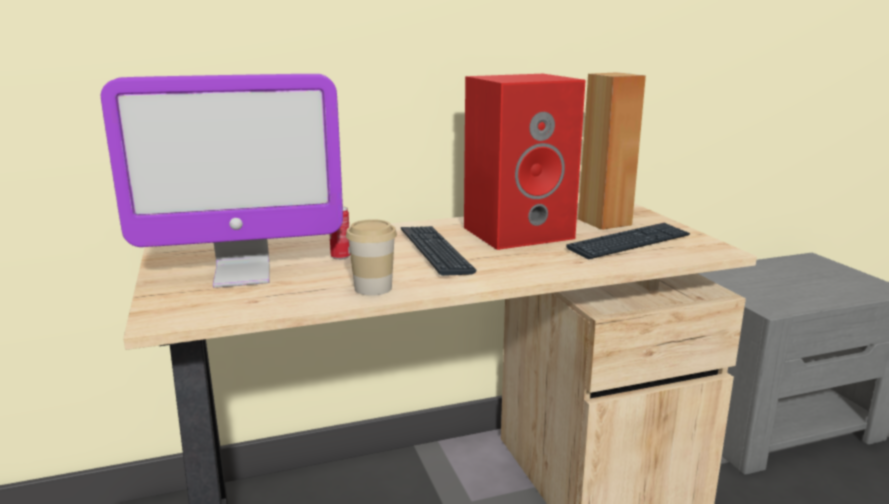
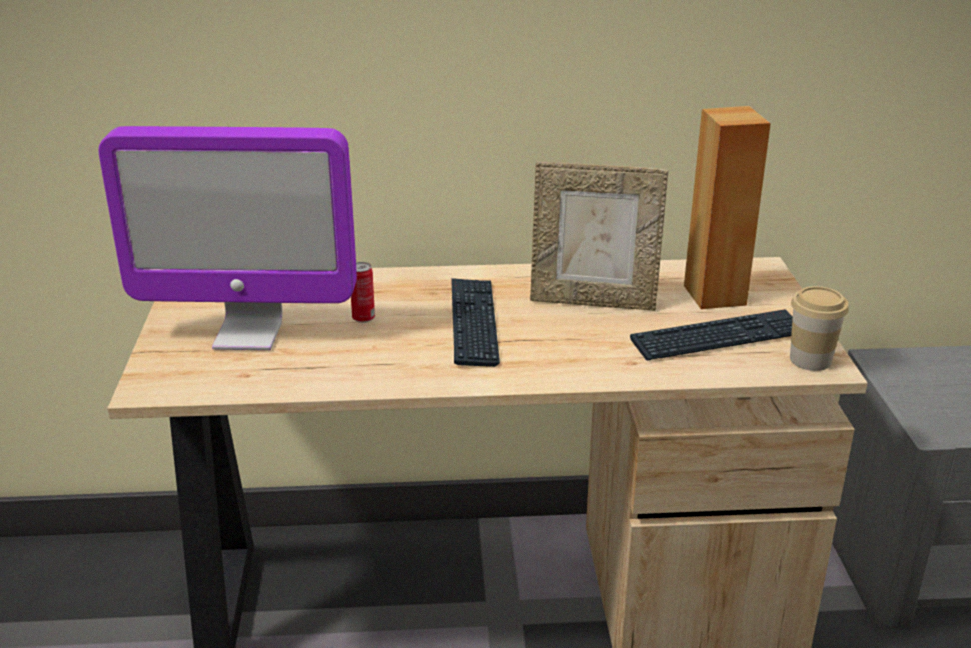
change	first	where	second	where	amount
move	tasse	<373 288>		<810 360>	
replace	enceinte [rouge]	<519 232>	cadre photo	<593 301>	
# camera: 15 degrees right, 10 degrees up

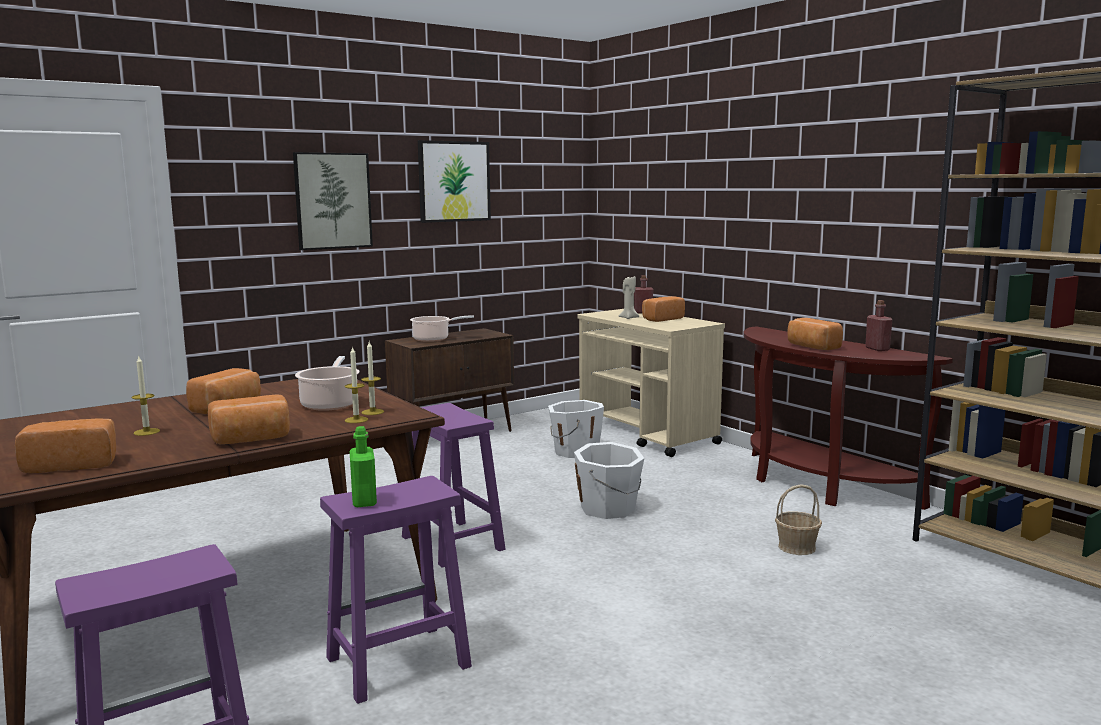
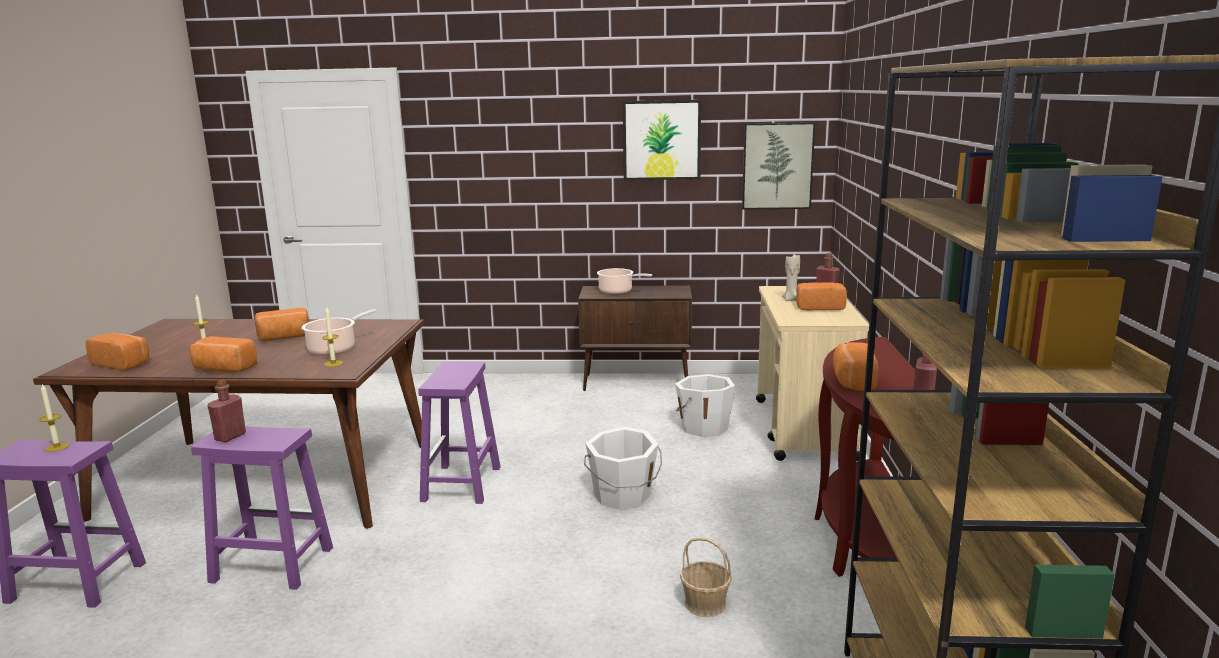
change	first	where	second	where	amount
move	tableau	<332 201>		<777 166>	
move	bougie	<356 420>		<57 447>	
recolor	bouteille [vert]	<364 501>	bouteille [rouge]	<230 436>	
# camera: 40 degrees right, 5 degrees up

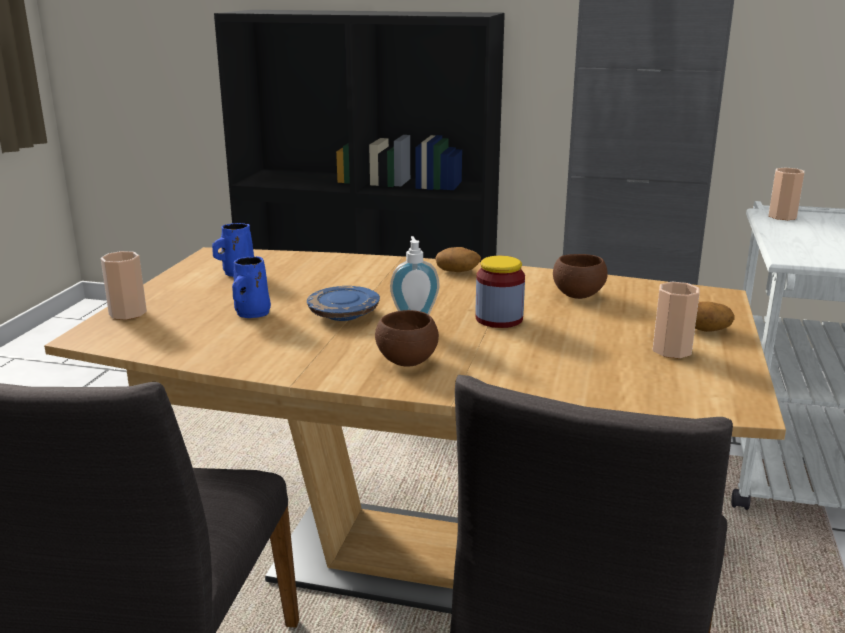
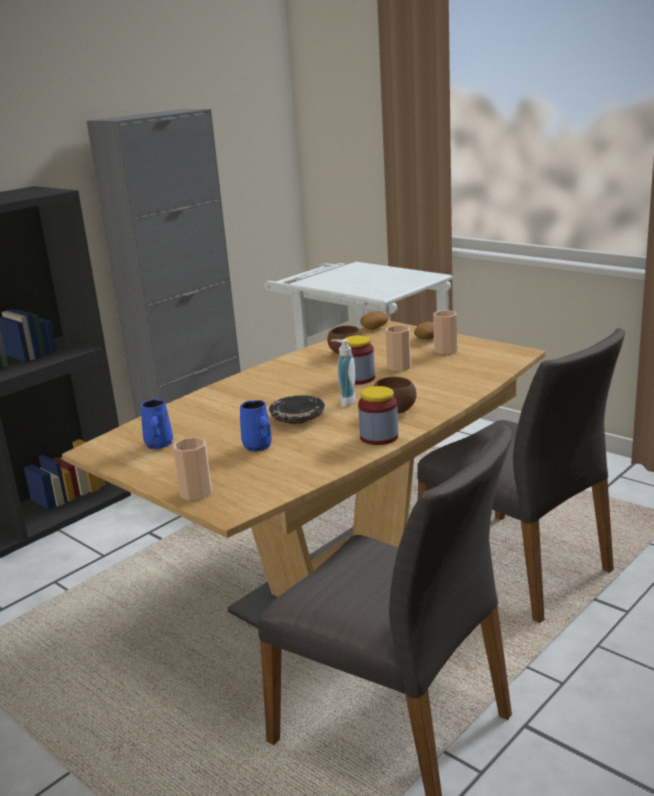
change	first	where	second	where	amount
recolor	assiette [bleu]	<344 314>	assiette [noir]	<298 418>	
move	pomme de terre	<458 271>		<374 328>	
move	tasse	<782 216>		<399 367>	
insert			bocal	<379 437>	
# camera: 60 degrees left, 0 degrees up

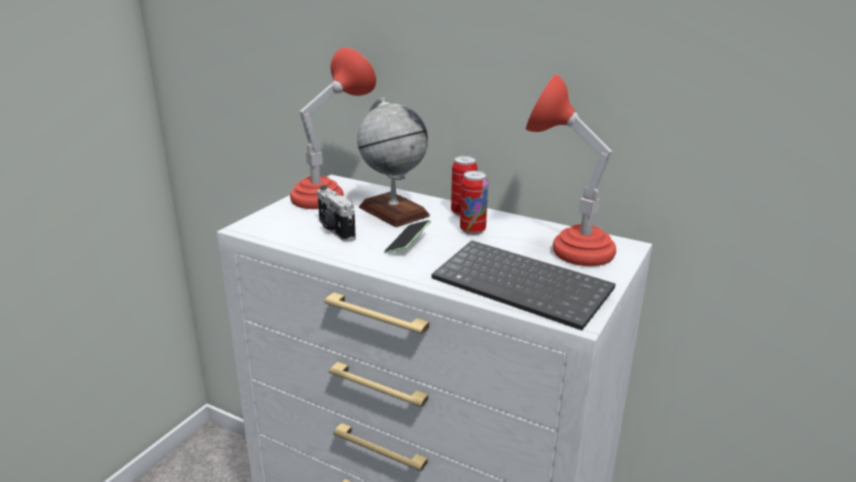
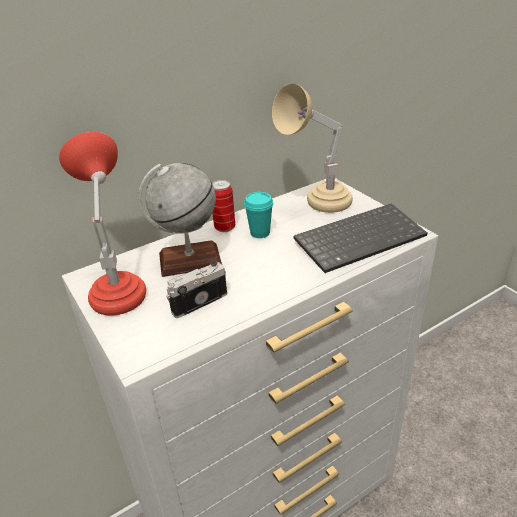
change	first	where	second	where	amount
rotate	appareil photo	<335 230>		<198 302>	150 degrees clockwise
delete	téléphone	<407 244>			
replace	boîte métallique	<472 230>	tasse [turquoise]	<260 233>	
recolor	lampe de table [rouge]	<566 248>	lampe de table [beige]	<317 205>	
# camera: 60 degrees left, 10 degrees up

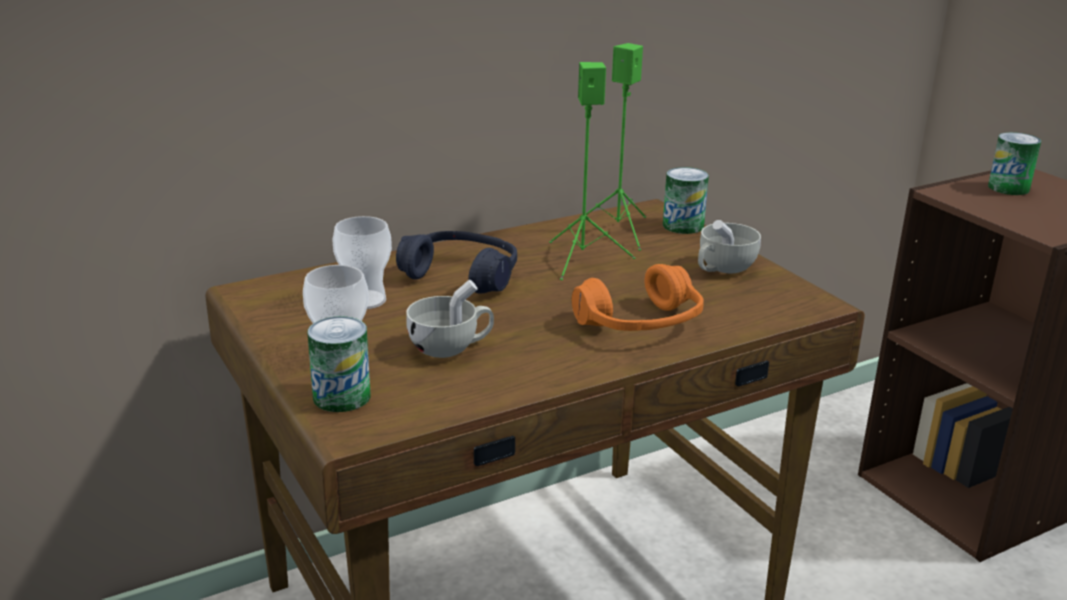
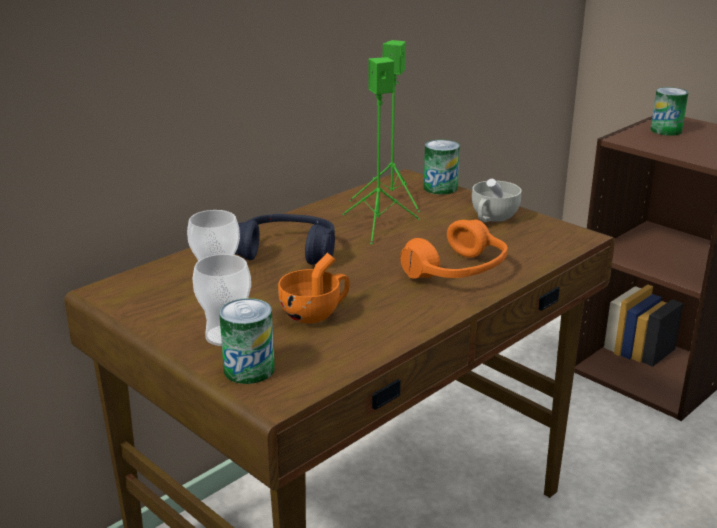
change	first	where	second	where	amount
recolor	tasse [blanc]	<451 347>	tasse [orange]	<316 313>	
# camera: 15 degrees left, 0 degrees up

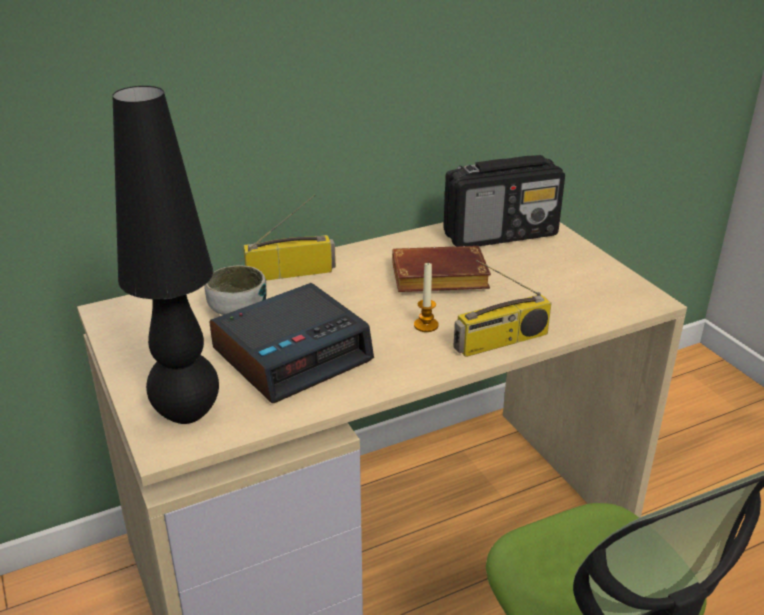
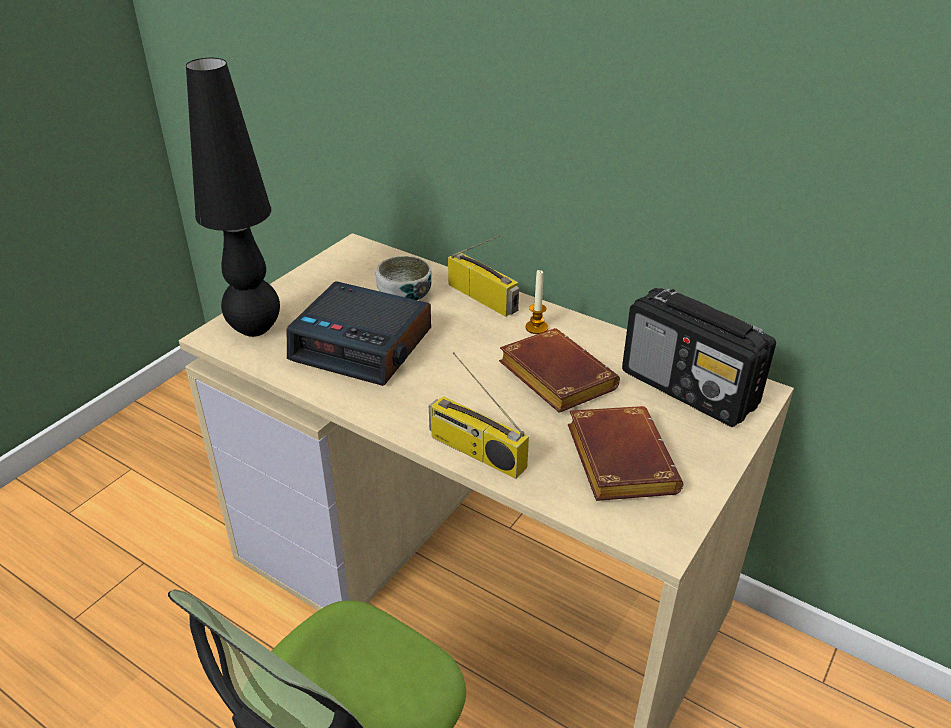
change	first	where	second	where	amount
move	bougie	<426 325>		<536 327>	
insert			livre [marron]	<616 459>	
# camera: 60 degrees right, 5 degrees up

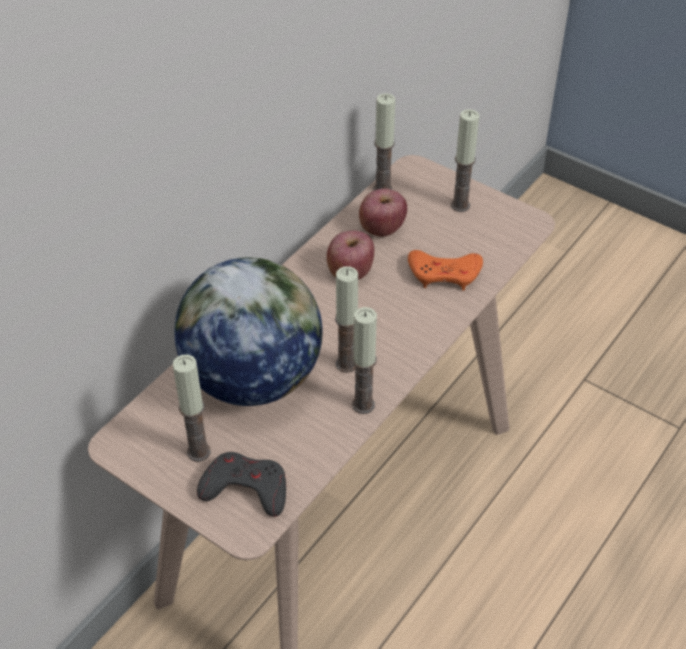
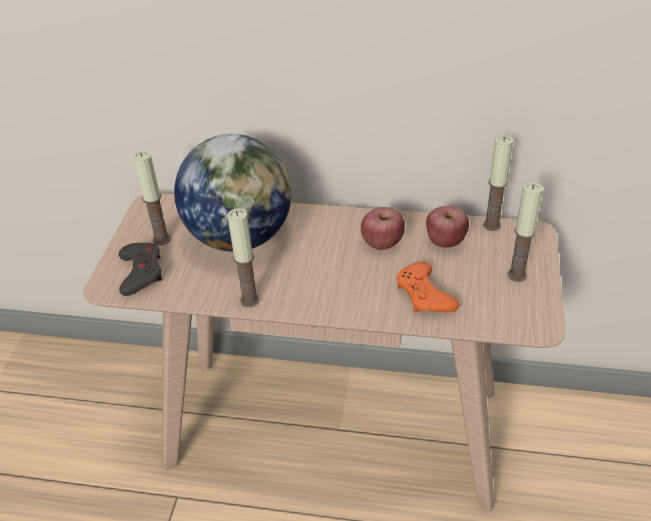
change	first	where	second	where	amount
delete	bougie	<346 364>			
# camera: 65 degrees right, 5 degrees down

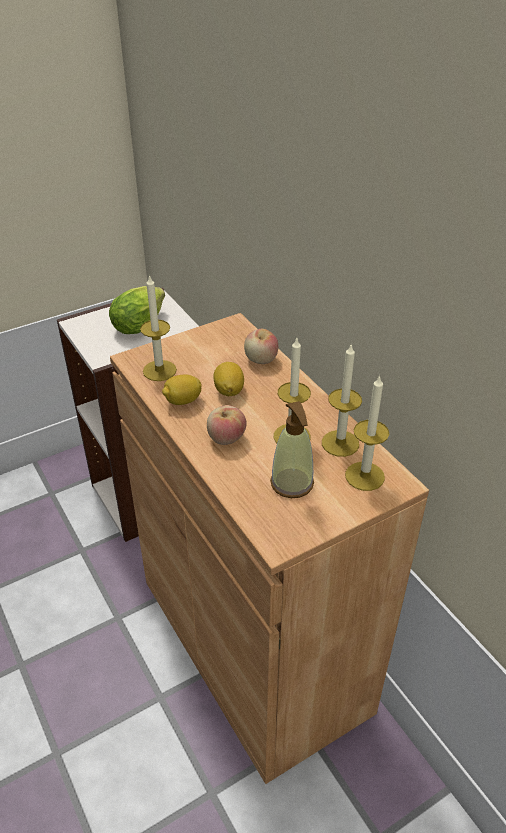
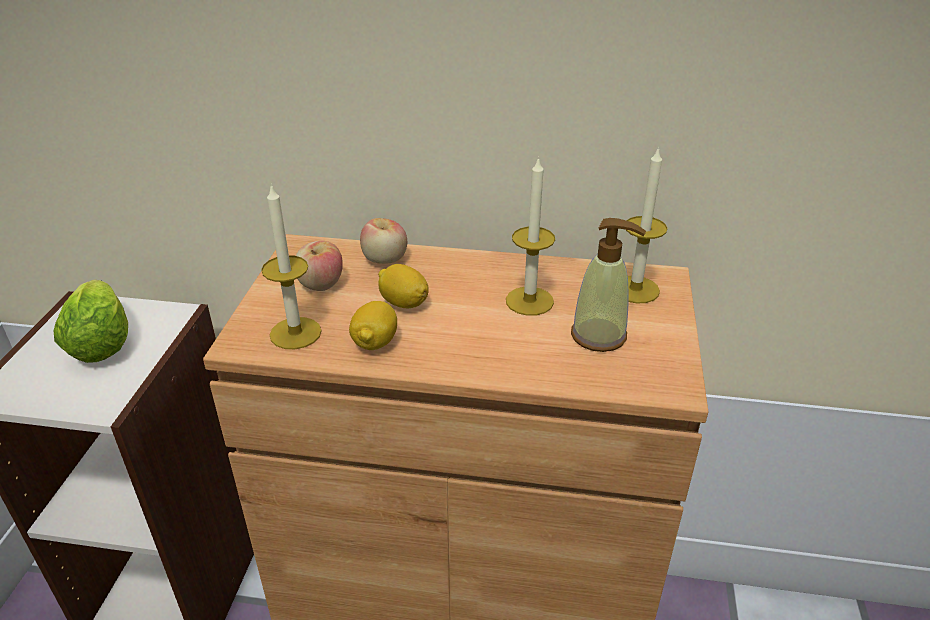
change	first	where	second	where	amount
move	pomme	<226 438>		<320 284>	
delete	bougie	<340 443>			
# camera: 50 degrees left, 5 degrees down

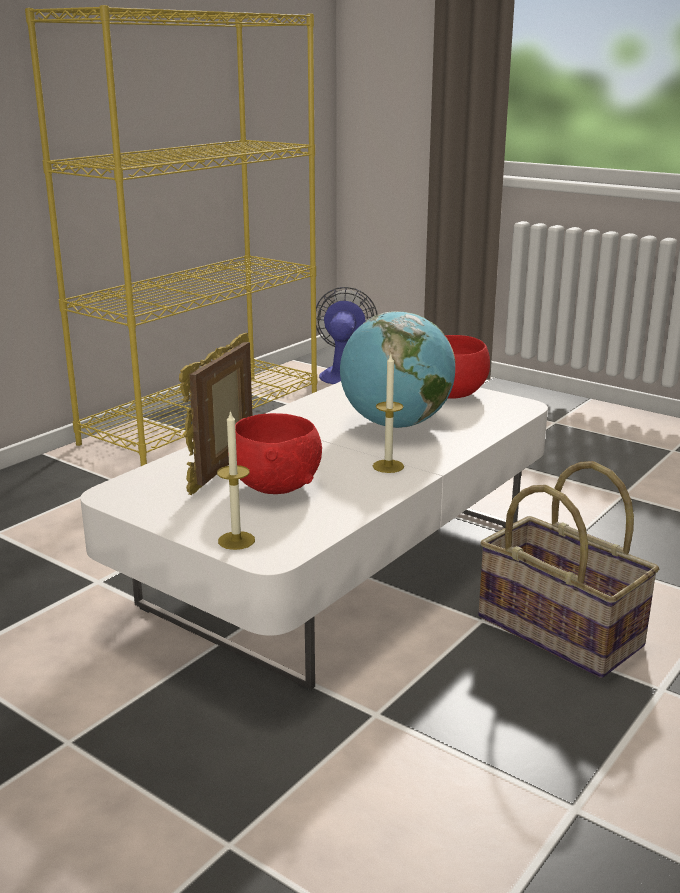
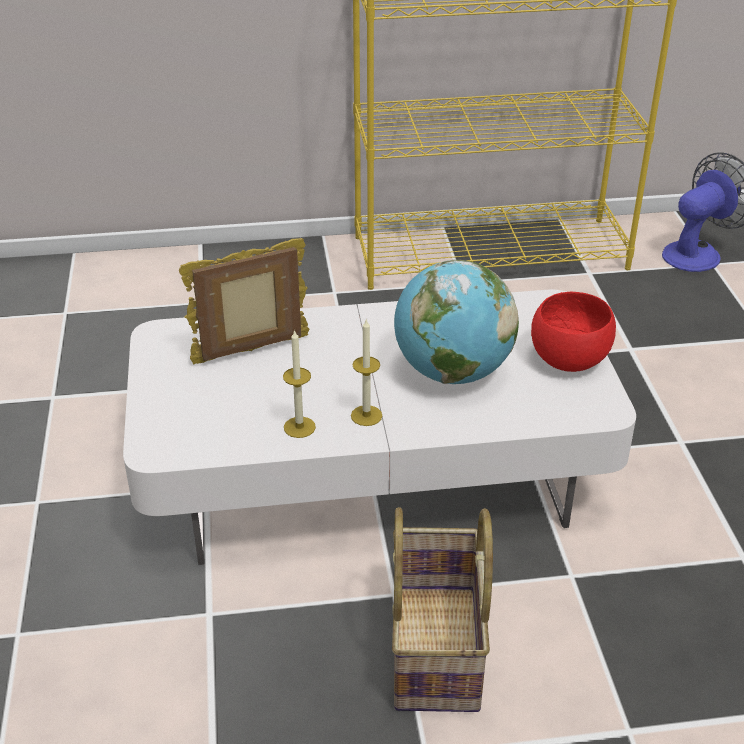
change	first	where	second	where	amount
move	bougie	<236 540>		<299 427>	
delete	bol [rouge]	<276 486>			
# camera: 45 degrees right, 15 degrees up

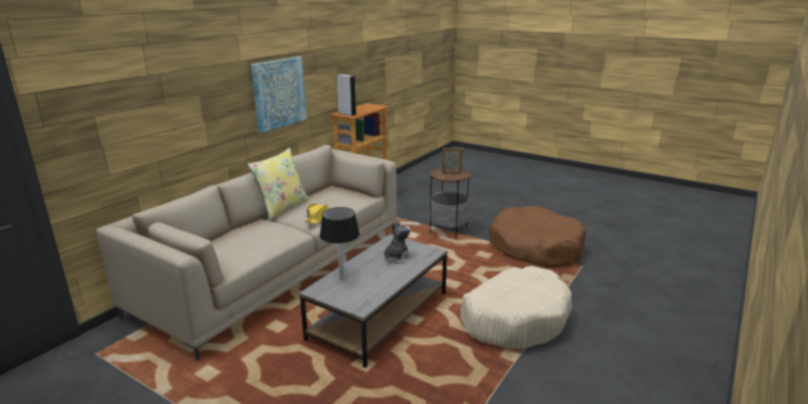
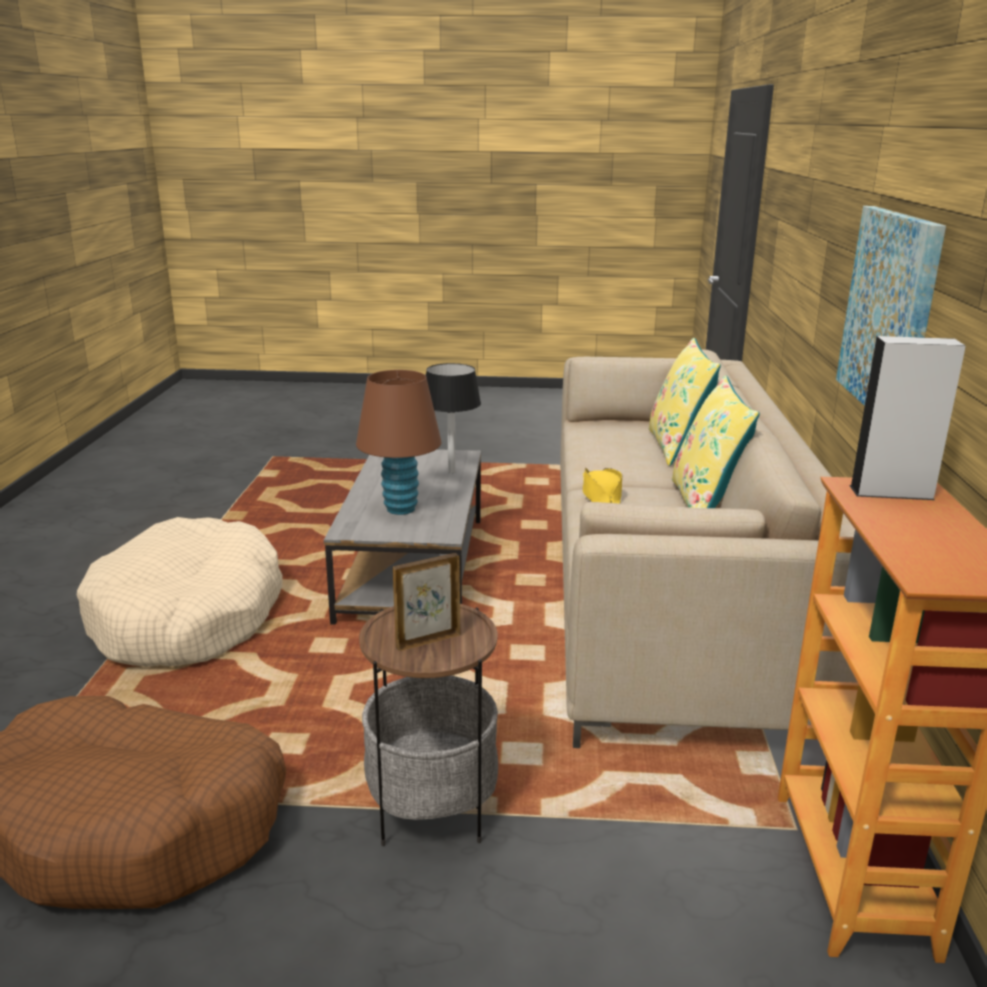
change	first	where	second	where	amount
replace	peluche	<397 258>	lampe de table [marron]	<401 509>	
insert			coussin [jaune]	<677 447>	
# camera: 150 degrees right, 0 degrees up

